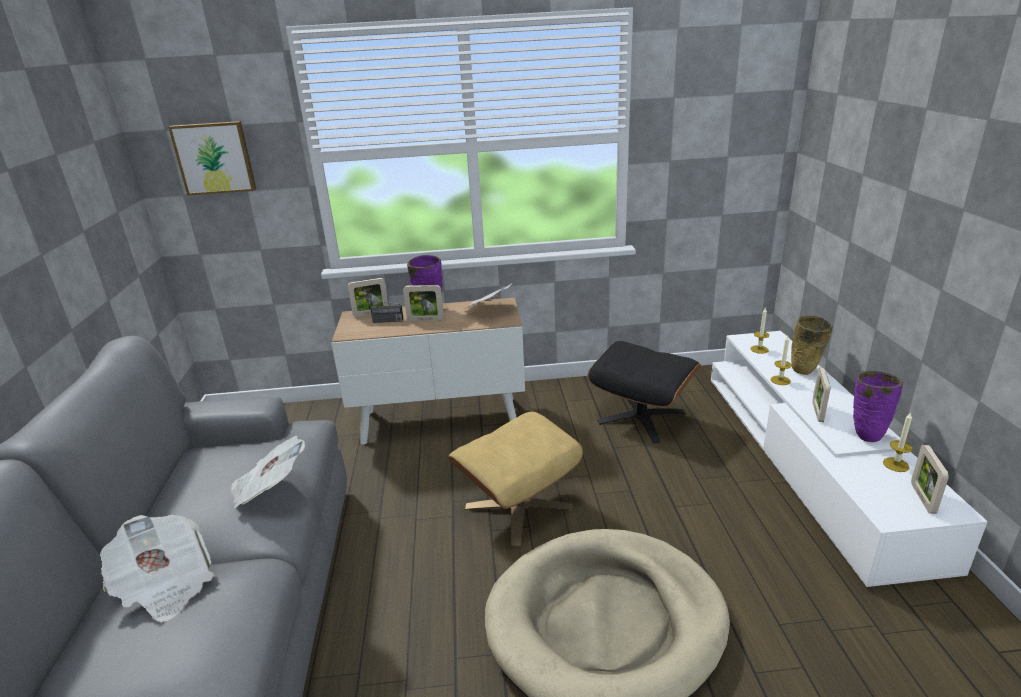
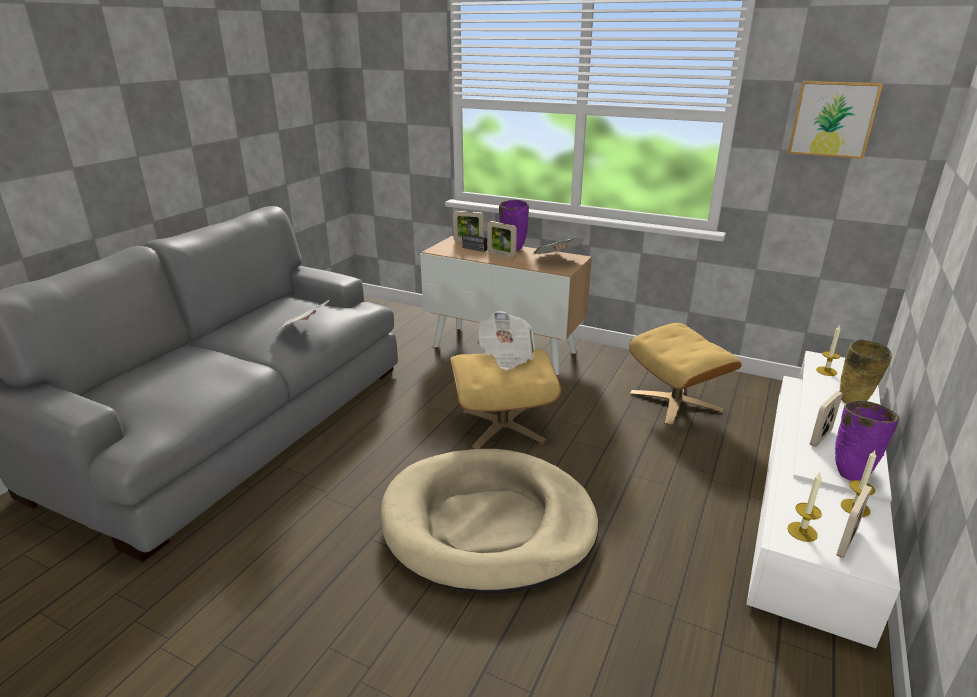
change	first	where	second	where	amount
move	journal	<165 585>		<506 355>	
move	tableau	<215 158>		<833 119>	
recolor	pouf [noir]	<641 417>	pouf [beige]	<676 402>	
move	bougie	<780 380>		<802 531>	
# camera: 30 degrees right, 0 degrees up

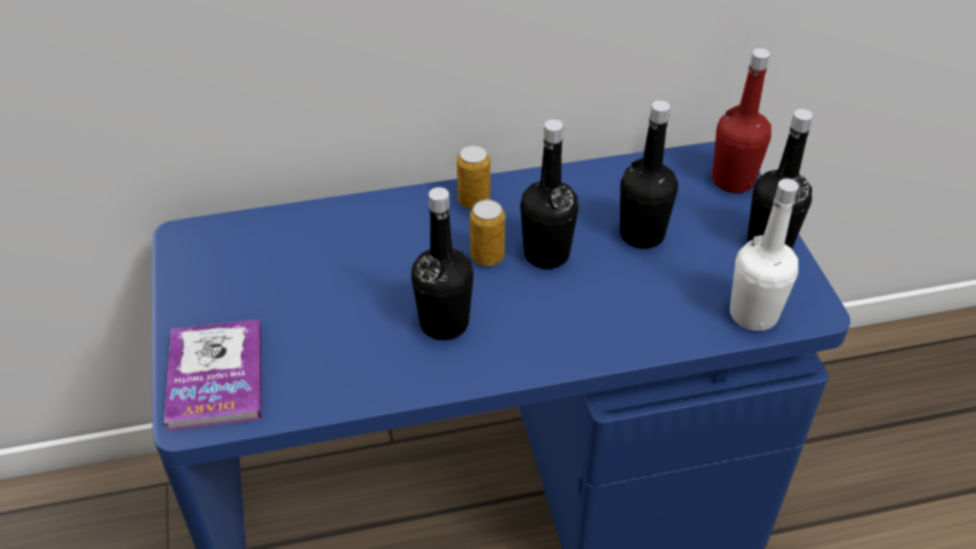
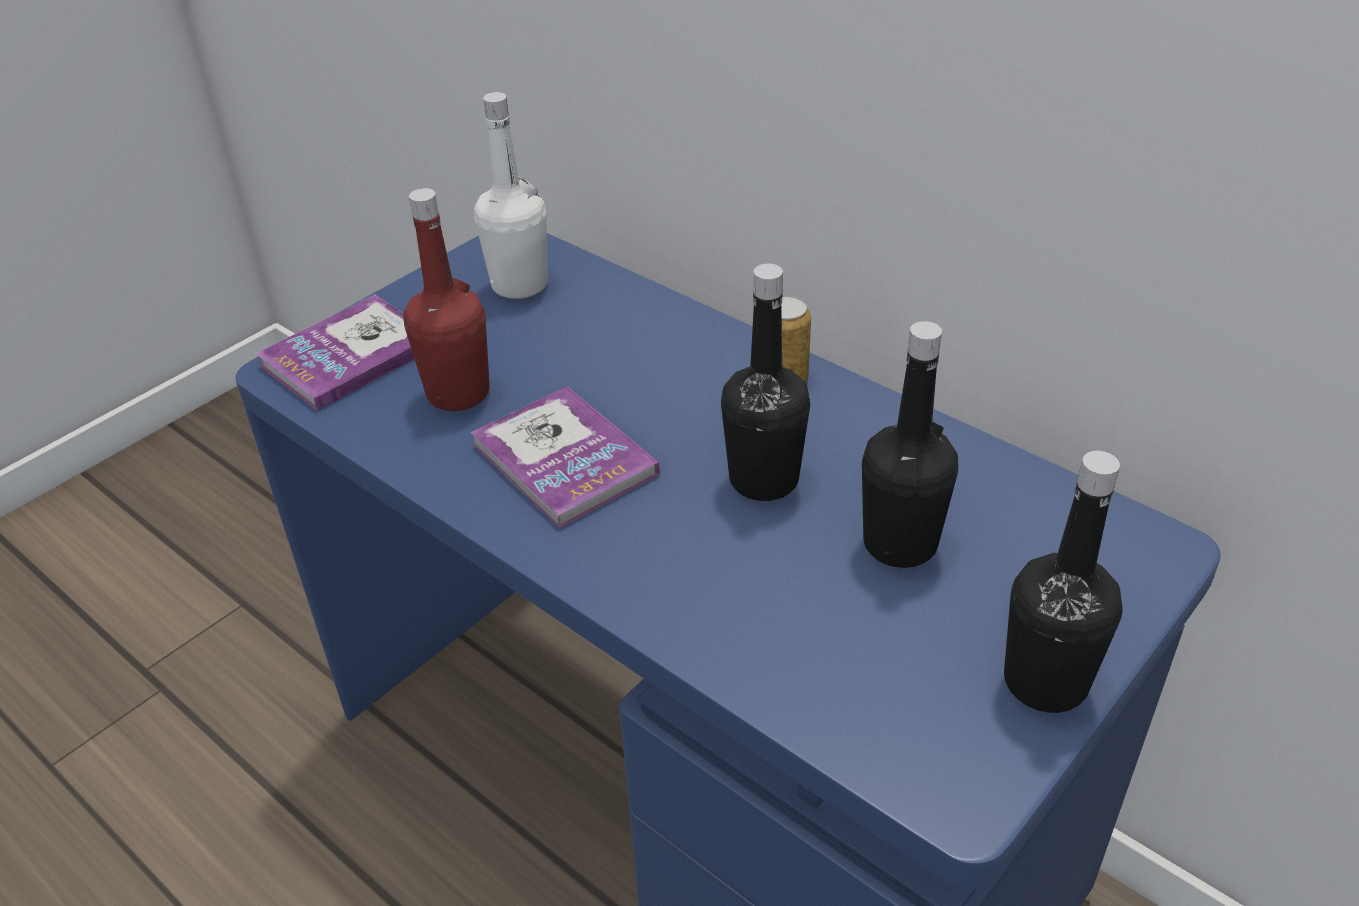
change	first	where	second	where	amount
replace	bouteille [noir]	<444 323>	livre	<564 459>	
delete	boîte métallique	<487 257>			
move	bouteille [rouge]	<733 180>		<458 393>	
move	bouteille [blanc]	<753 314>		<519 285>	
# camera: 55 degrees right, 5 degrees down

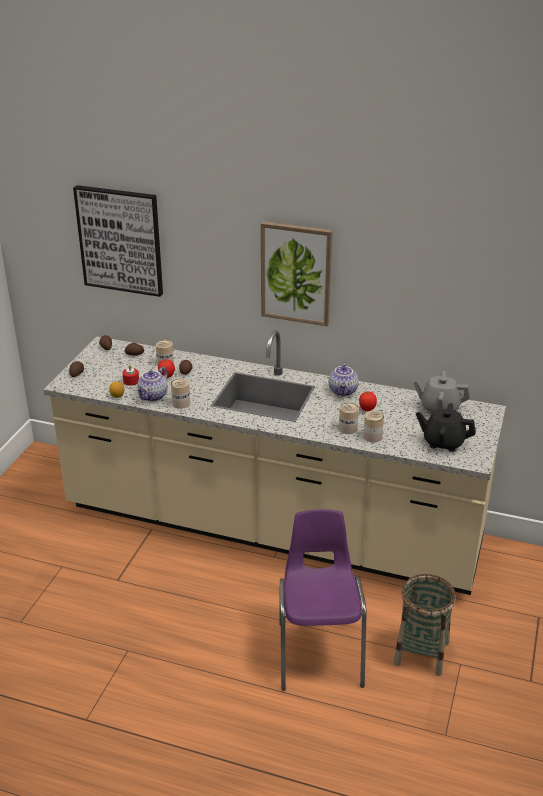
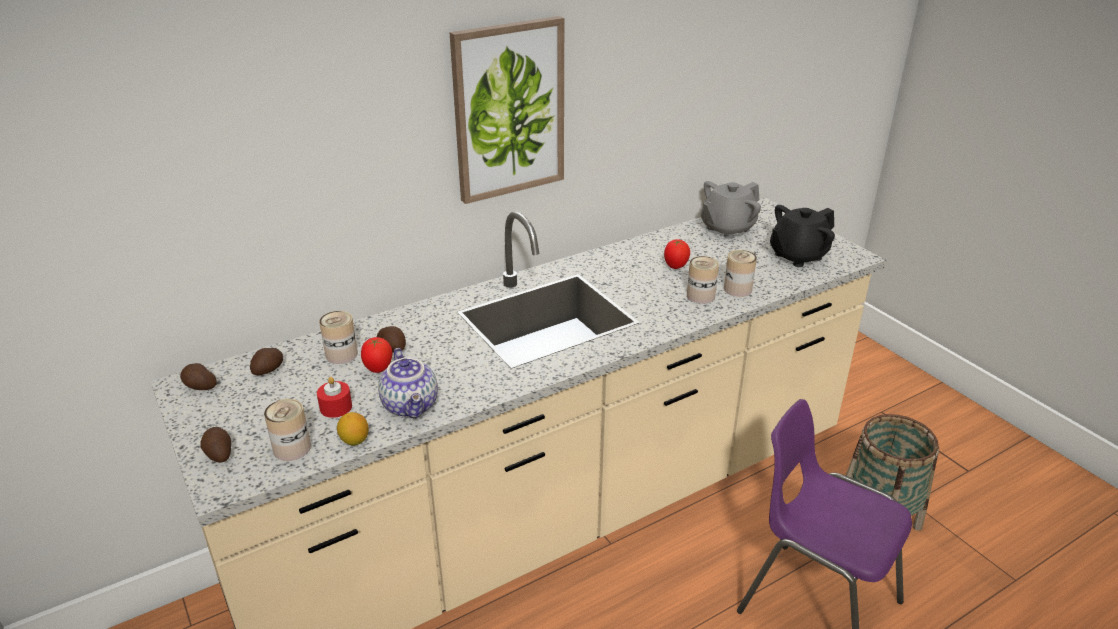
change	first	where	second	where	amount
delete	tableau	<120 240>			
move	boîte métallique	<181 403>		<292 448>	
delete	théière	<343 391>			
# camera: 50 degrees left, 0 degrees up

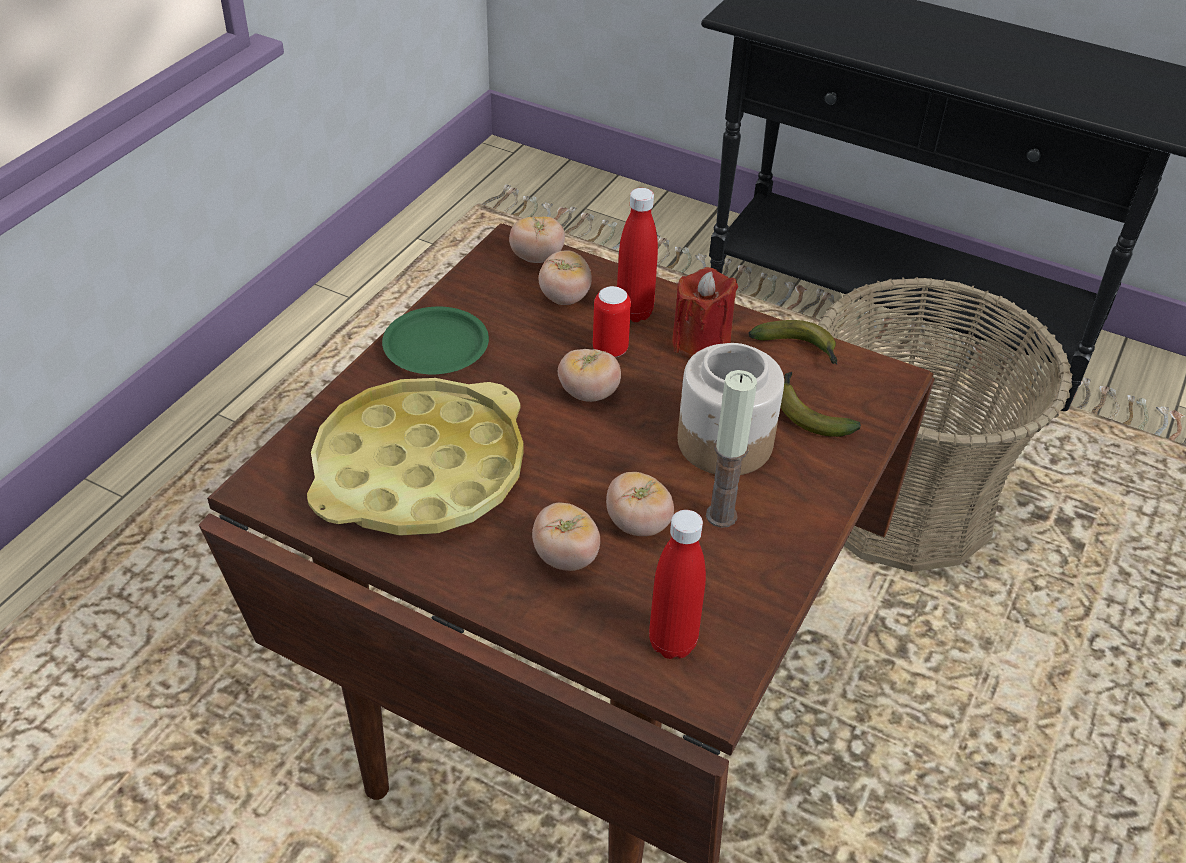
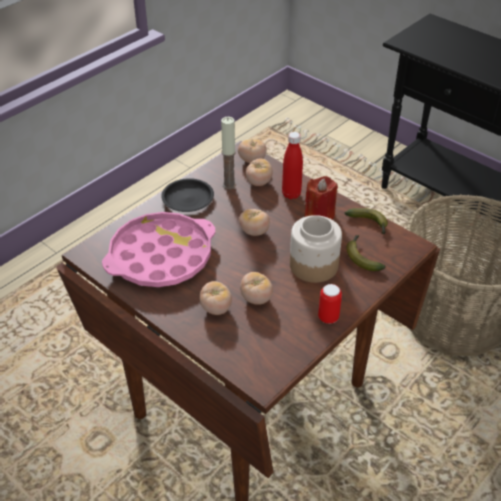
change	first	where	second	where	amount
recolor	plateau [jaune]	<419 470>	plateau [rose]	<161 256>	
recolor	assiette [vert]	<435 347>	assiette [noir]	<187 198>	
move	boîte métallique	<610 349>		<328 317>	
delete	bouteille [rouge]	<672 643>			
move	bougie	<721 515>		<229 185>	
# camera: 15 degrees right, 0 degrees up

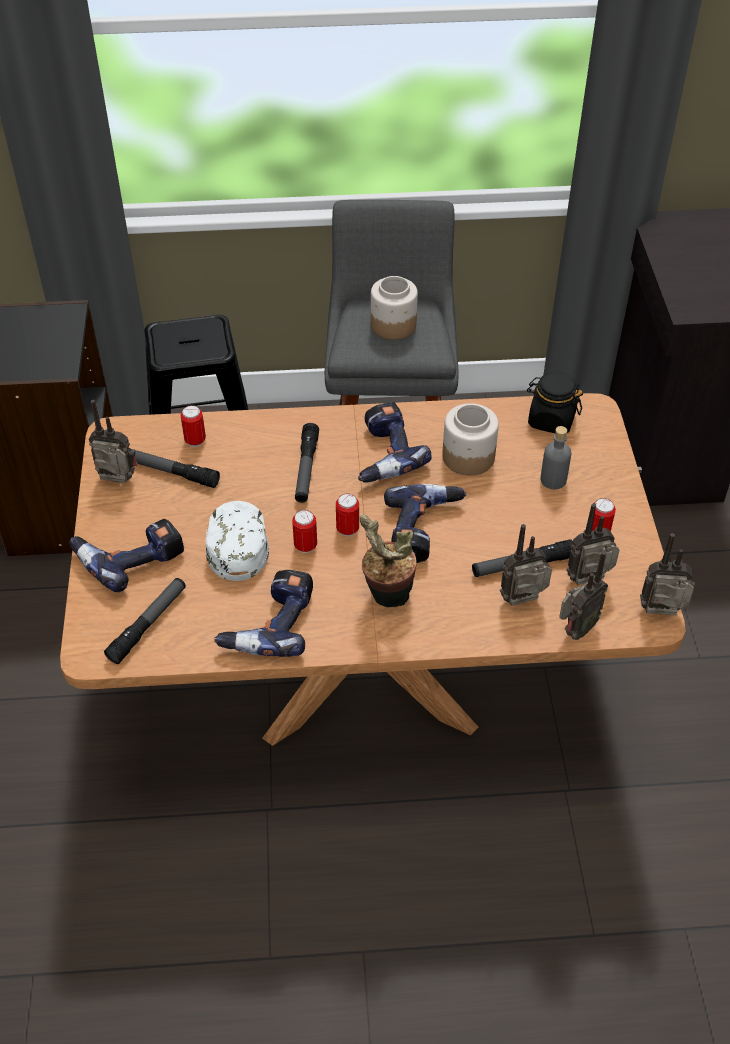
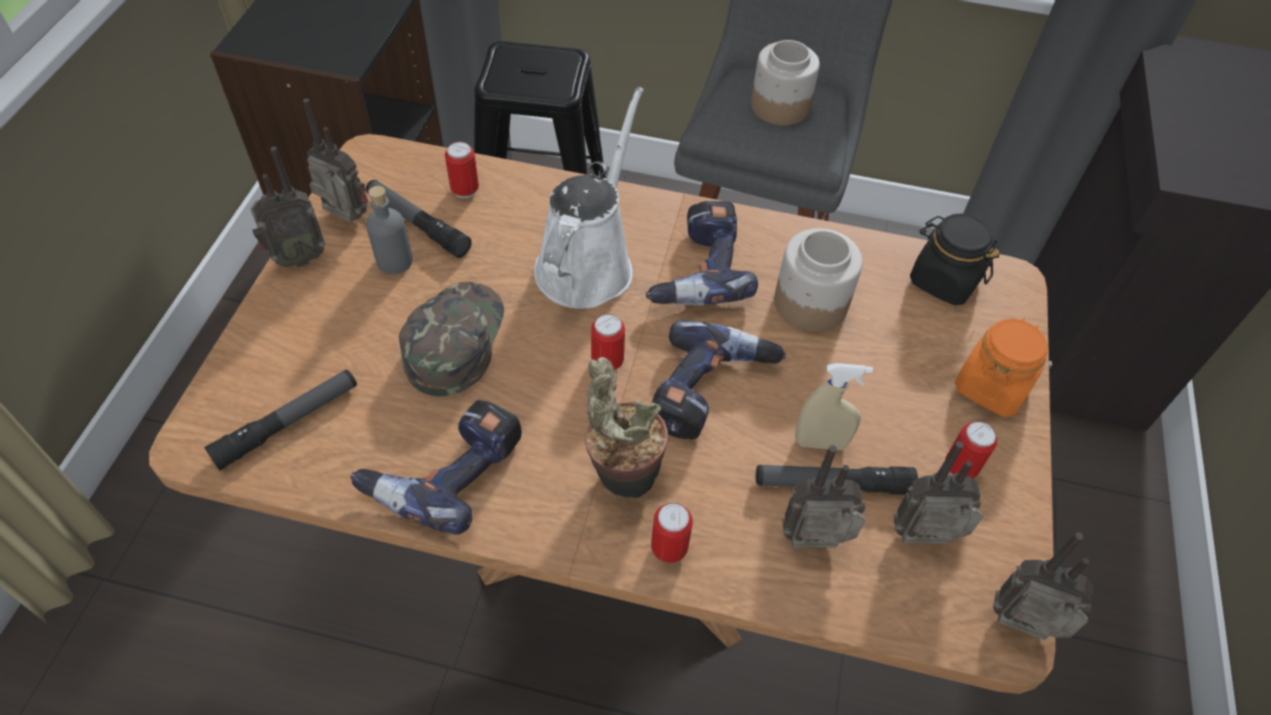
change	first	where	second	where	amount
delete	perceuse	<129 557>			
recolor	casquette [blanc]	<236 542>	casquette [vert]	<453 340>	
move	boîte métallique	<305 546>		<669 548>	
replace	lampe de poche	<306 468>	arrosoir [blanc]	<588 263>	
move	bouteille [gris]	<553 480>		<394 261>	
move	radio	<575 630>		<297 258>	
insert			vaporisateur [beige]	<820 443>	
insert			bocal [orange]	<992 386>	
# camera: 15 degrees right, 5 degrees up

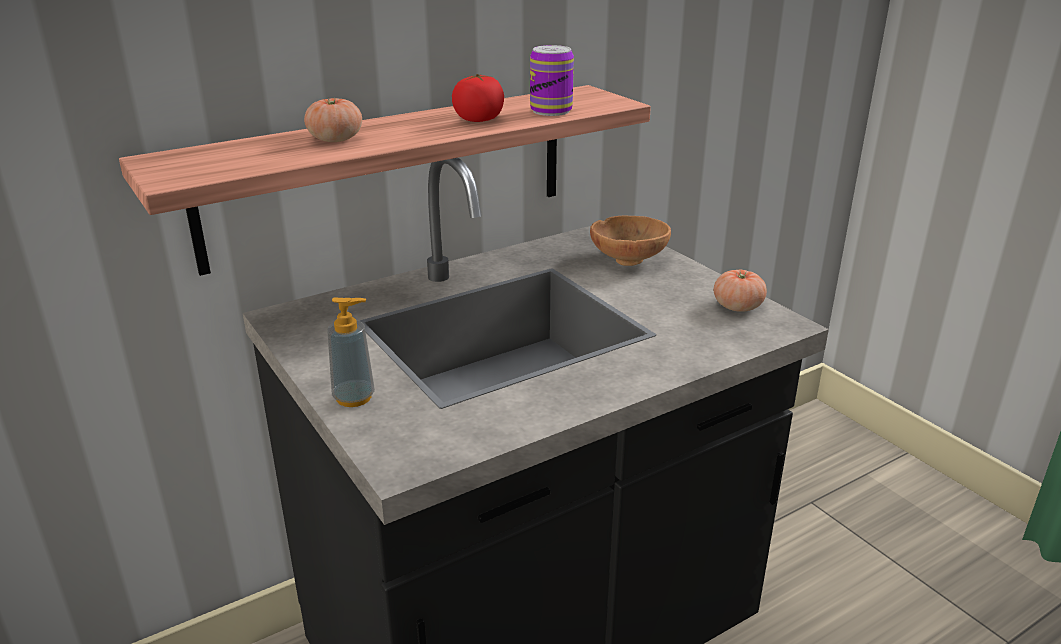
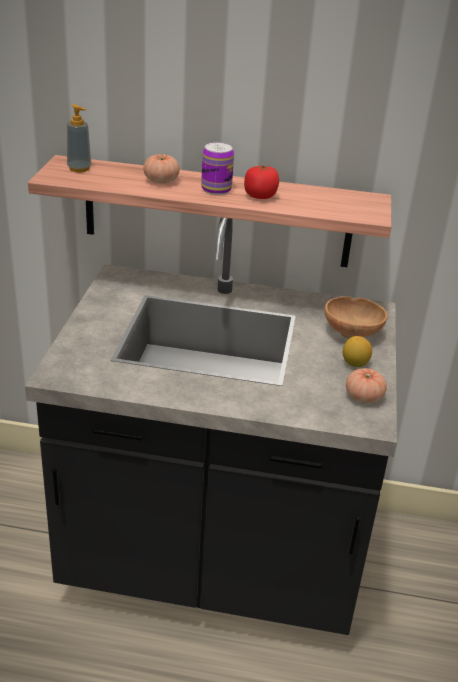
change	first	where	second	where	amount
move	distributeur de savon	<354 397>		<79 168>	
move	boîte métallique	<551 111>		<216 189>	
insert			citron	<355 364>	
# camera: 40 degrees right, 5 degrees up

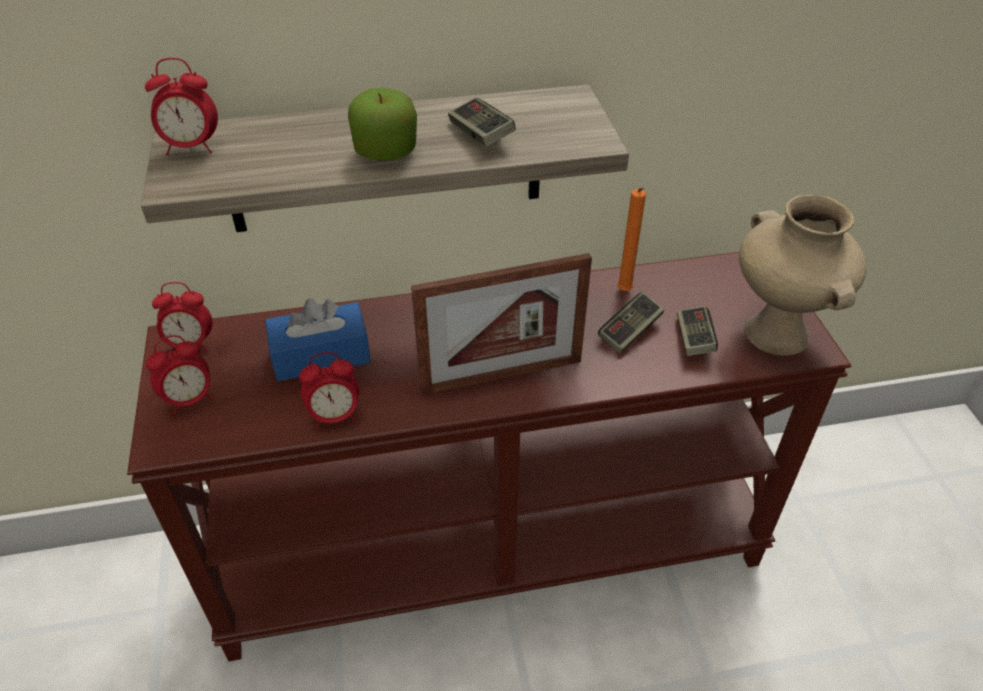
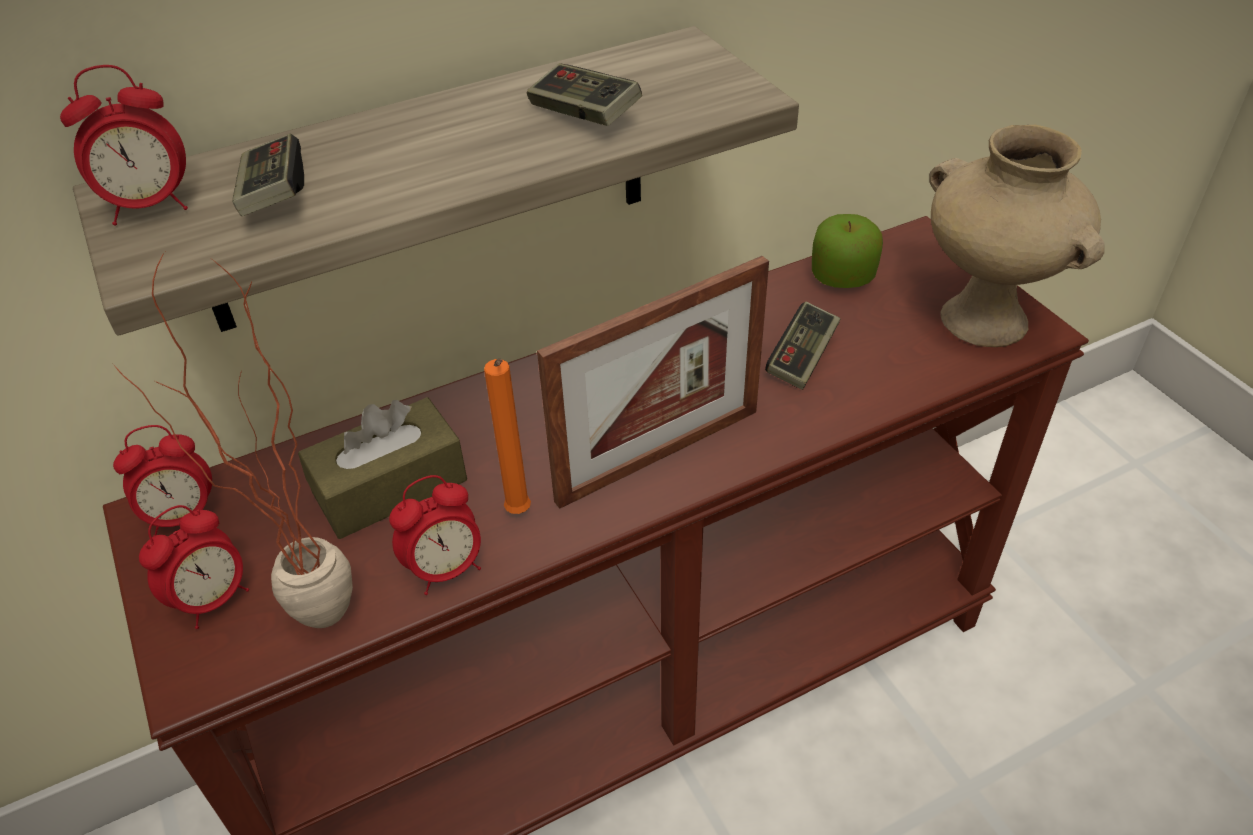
change	first	where	second	where	amount
recolor	boîte à mouchoirs [bleu]	<321 355>	boîte à mouchoirs [marron]	<390 486>	
move	pomme	<385 152>		<842 277>	
move	bougie [orange]	<624 292>		<519 514>	
move	manette	<694 339>		<274 195>	
insert			plante en pot	<310 632>	
# camera: 15 degrees left, 0 degrees up

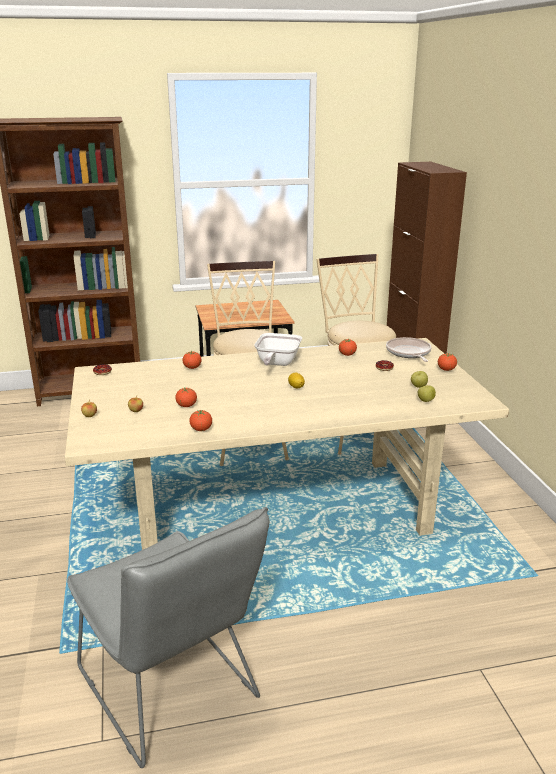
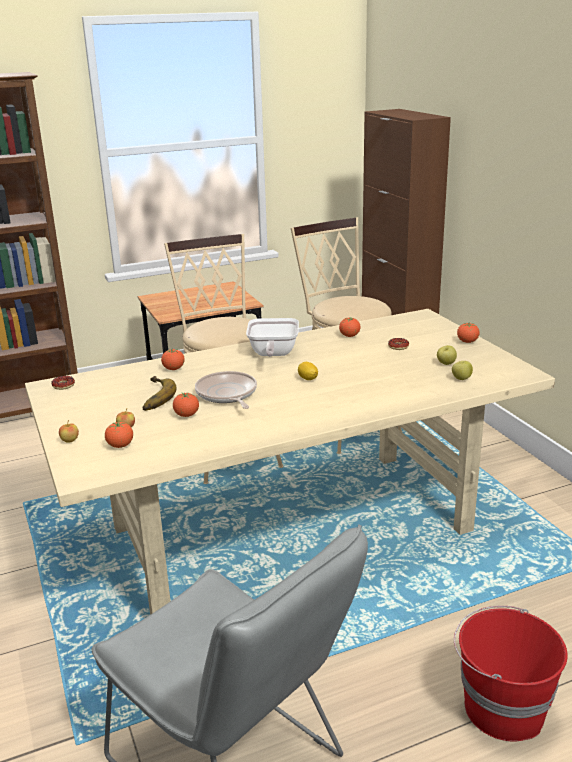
change	first	where	second	where	amount
move	tomate	<201 429>		<120 446>	
move	poêle	<408 353>		<227 394>	
insert			banane	<152 397>	
insert			seau [rouge]	<502 708>	
# camera: 10 degrees left, 0 degrees up

